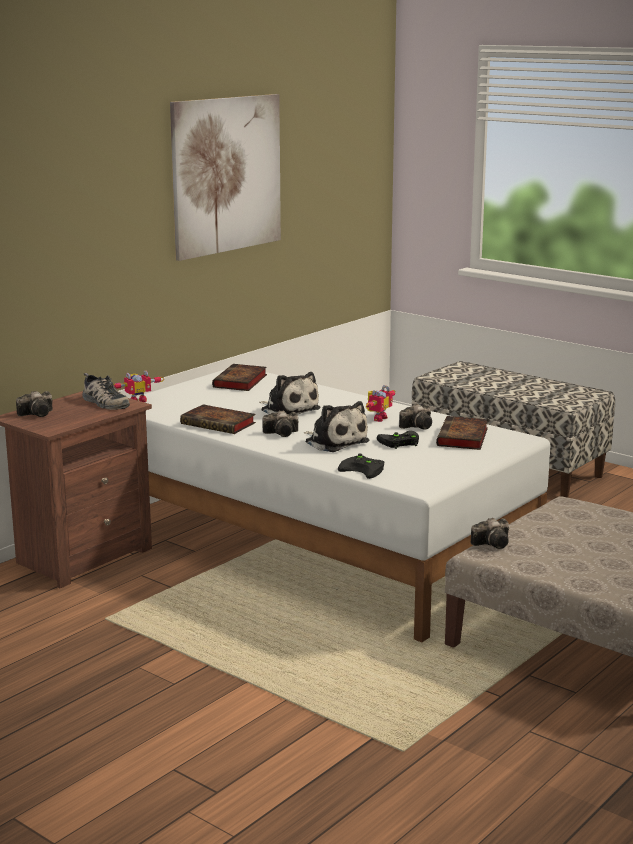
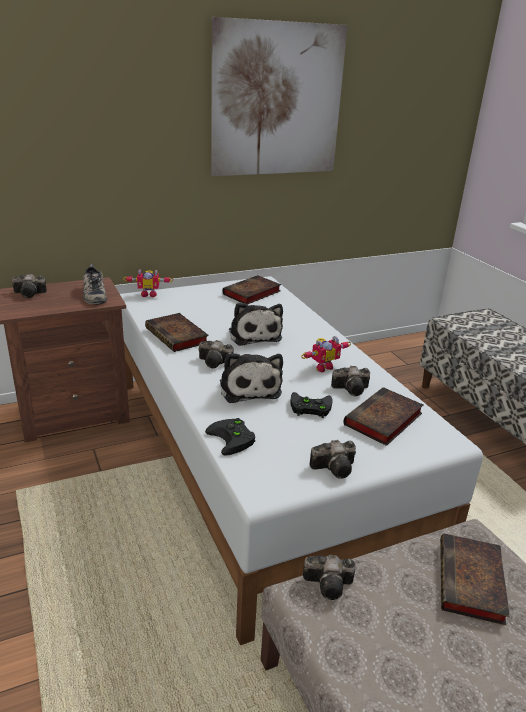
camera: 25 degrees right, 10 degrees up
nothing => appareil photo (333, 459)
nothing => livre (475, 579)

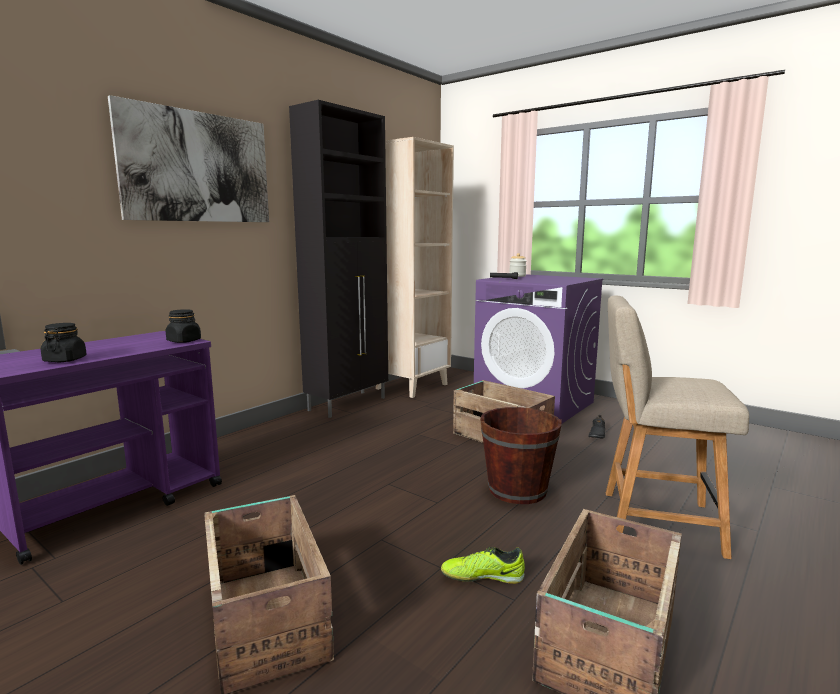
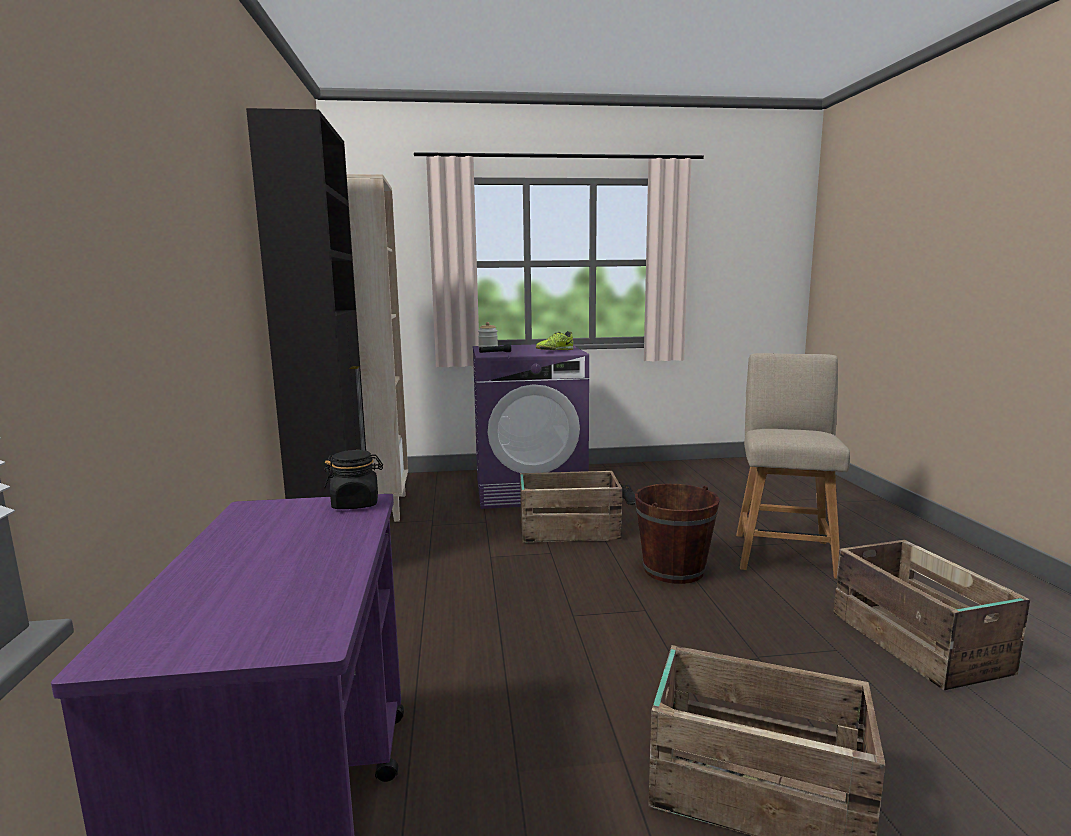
camera: 45 degrees left, 0 degrees up
bocal (noir) (64, 342) => nothing
tableau (188, 158) => nothing
chaussure (483, 565) => chaussure (555, 340), move
chaise (beige) (677, 427) => chaise (beige) (793, 466), 135 degrees clockwise

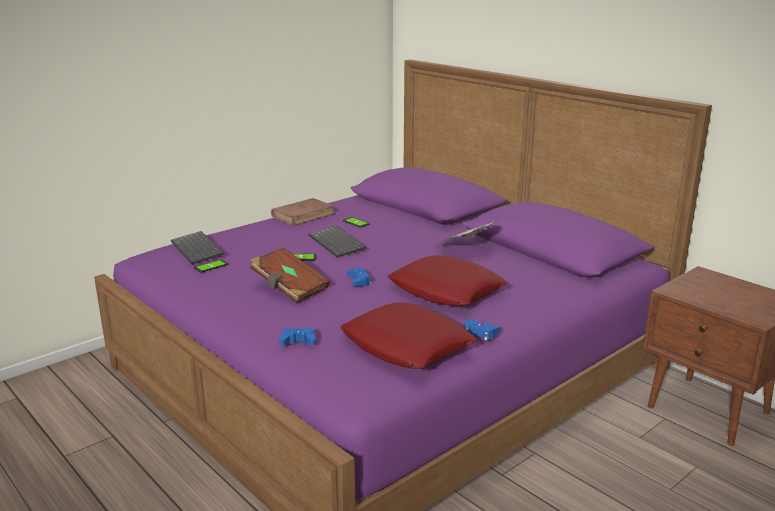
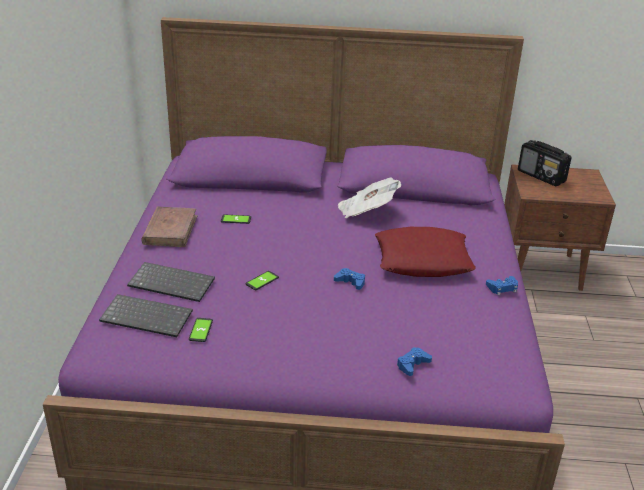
camera: 45 degrees left, 10 degrees up
livre (marron) (290, 275) => nothing
clavier (338, 241) => clavier (171, 282), move
coussin (rouge) (408, 335) => nothing
nothing => radio (545, 163)

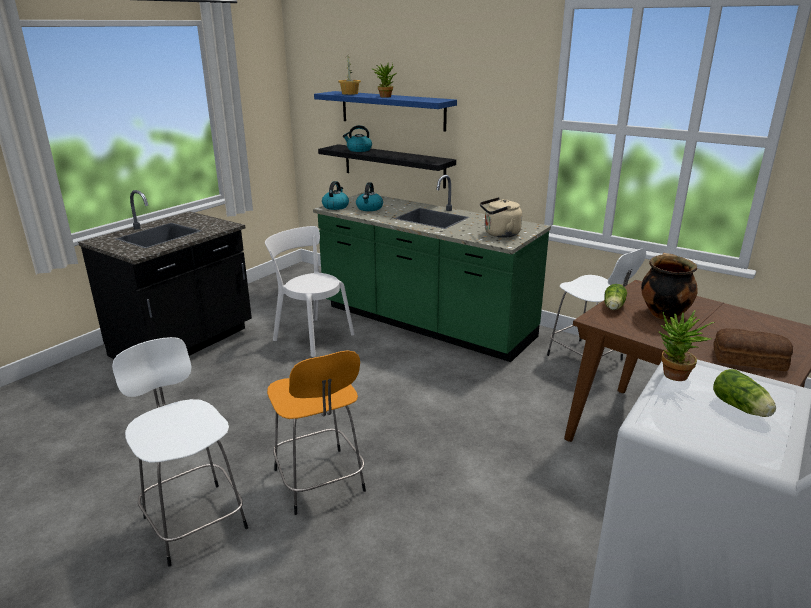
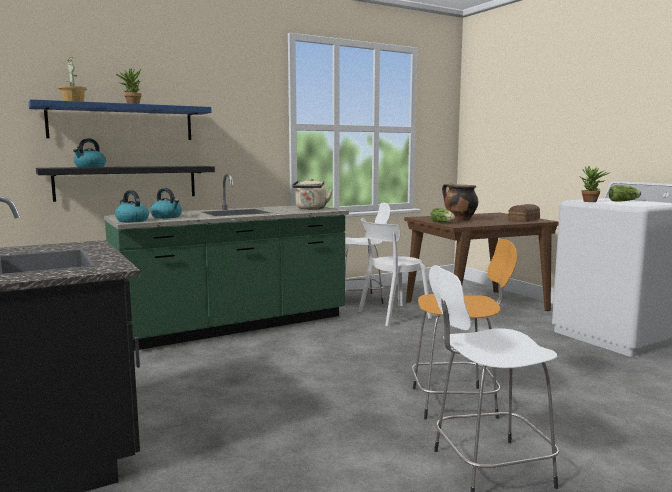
camera: 65 degrees left, 15 degrees down
chaise (blanc) (310, 291) => chaise (blanc) (395, 272), move

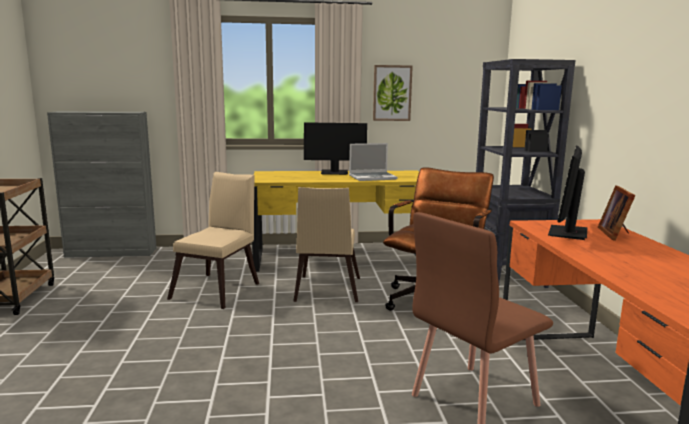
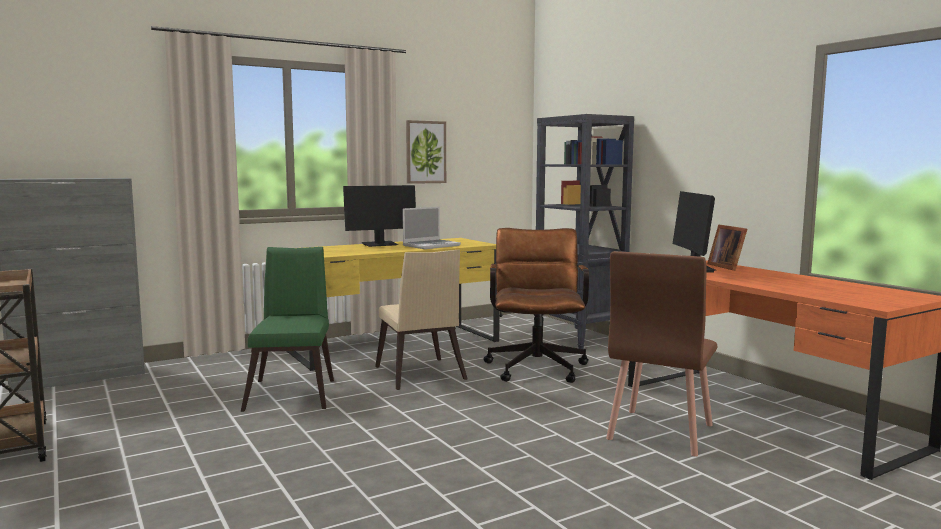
camera: 25 degrees left, 5 degrees down
chaise (beige) (213, 240) => chaise (vert) (287, 329)

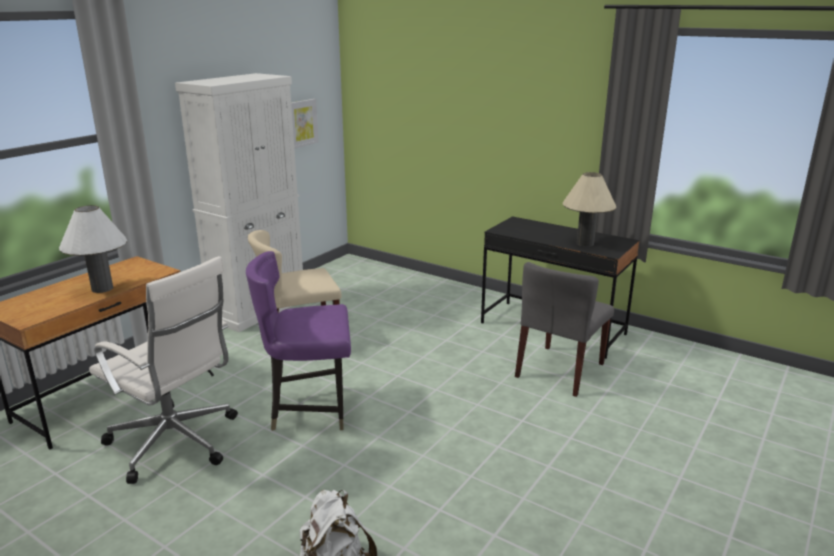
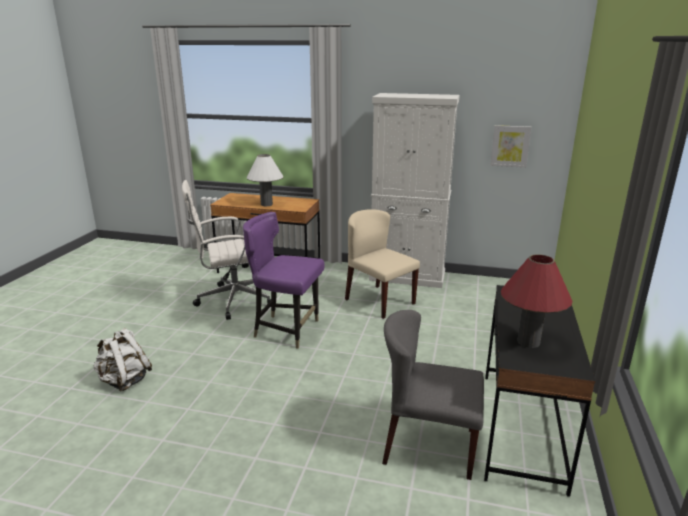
camera: 70 degrees right, 0 degrees up
chaise de bureau (blanc) (163, 370) => chaise de bureau (blanc) (226, 250), 60 degrees clockwise
chaise (violet) (298, 341) => chaise (violet) (284, 280), 45 degrees counterclockwise
lampe de table (beige) (589, 209) => lampe de table (rouge) (536, 301)

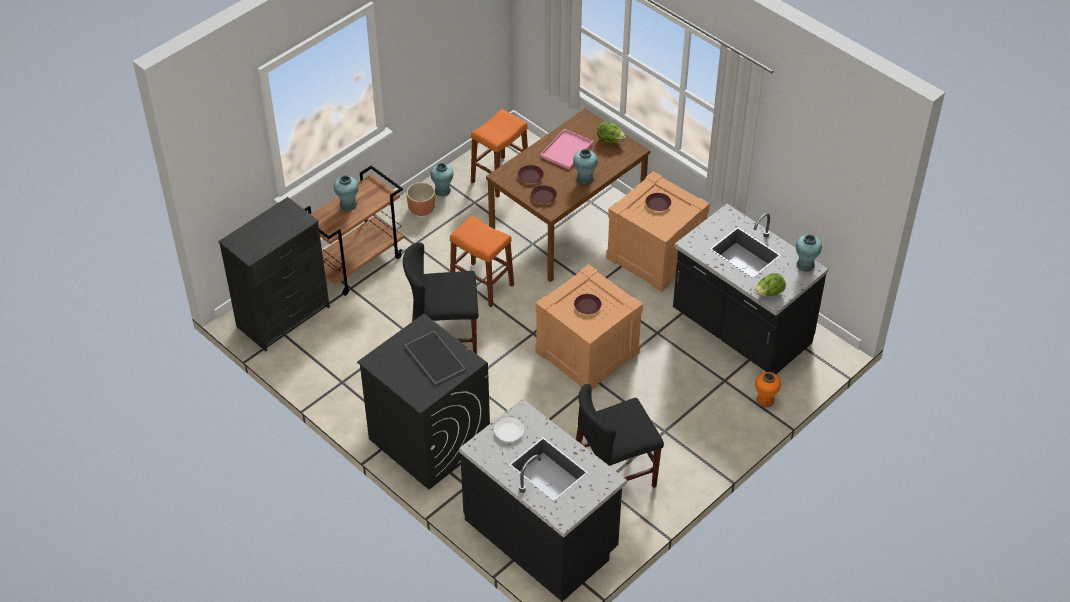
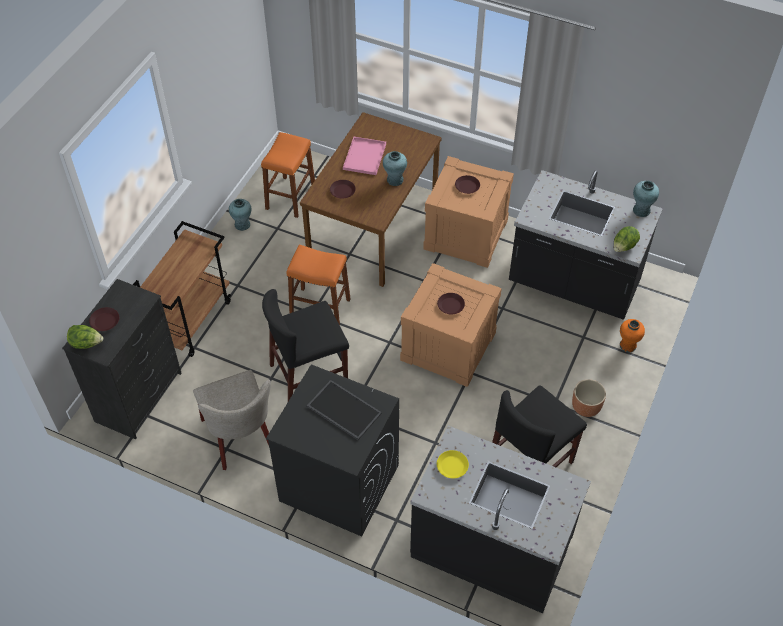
camera: 20 degrees left, 5 degrees up
vase (turquoise) (346, 193) => nothing
cache-pot (marron) (420, 199) => cache-pot (marron) (589, 398), move
assiette (blanc) (509, 429) => assiette (jaune) (453, 464)
assiette (marron) (544, 194) => assiette (marron) (104, 319), move
laitue (611, 132) => laitue (85, 337), move
nothing => chaise (beige) (232, 420)

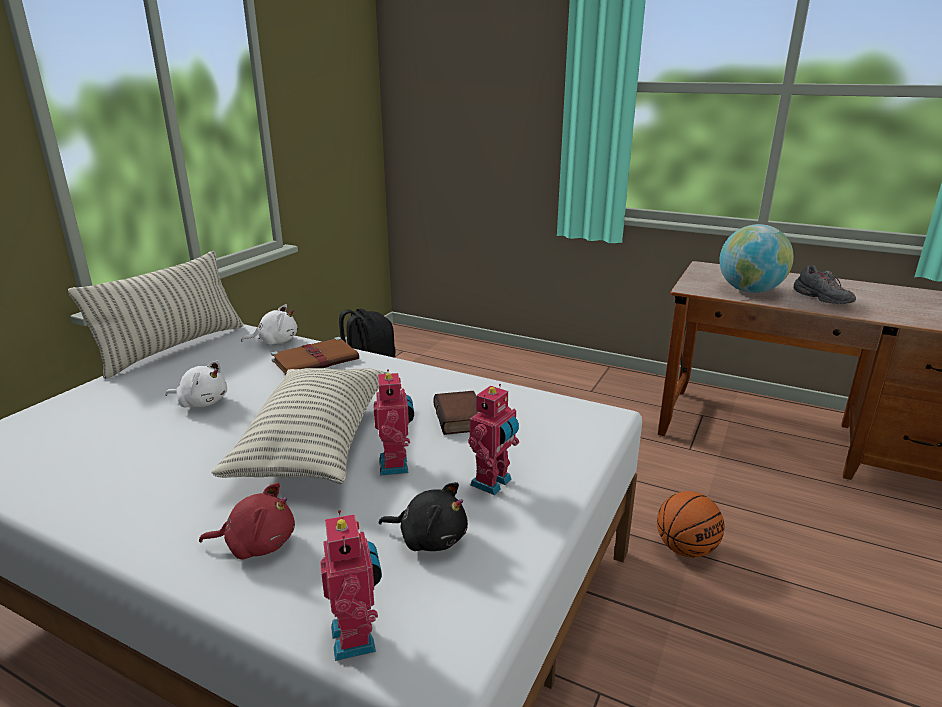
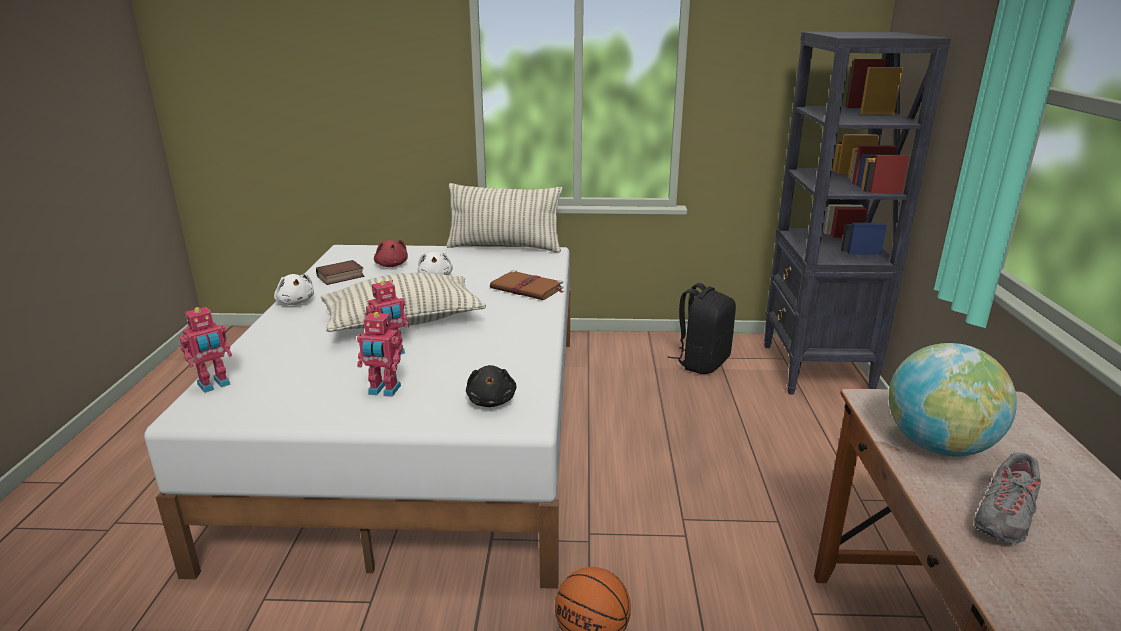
camera: 65 degrees right, 0 degrees up
peluche (rouge) (247, 521) => peluche (rouge) (391, 253), move
peluche (blanc) (269, 324) => peluche (blanc) (294, 289), move
peluche (noir) (423, 516) => peluche (noir) (491, 386), move
livre (455, 413) => livre (340, 272), move
nothing => bibliothèque (noir) (857, 213)

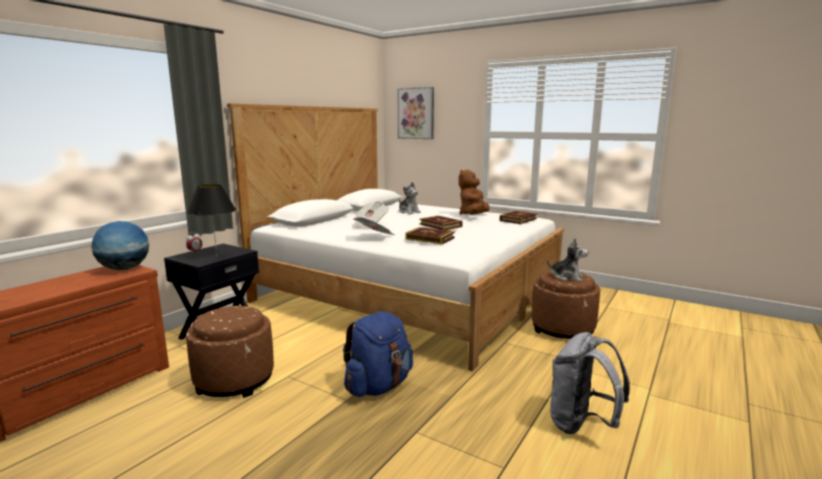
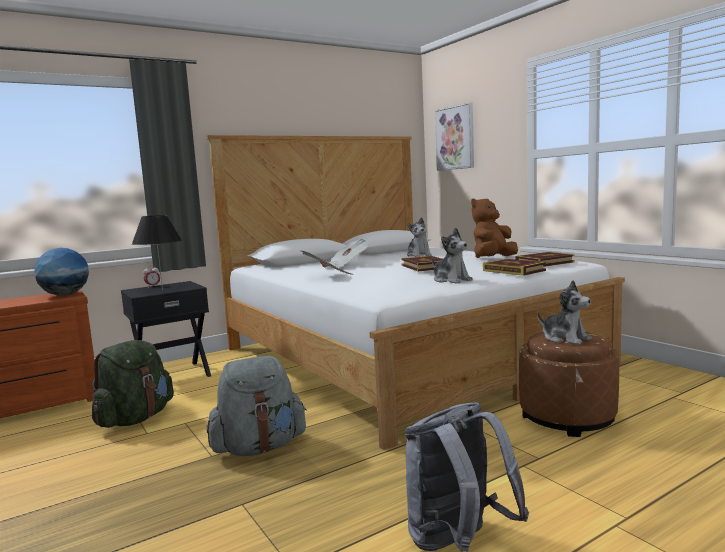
camera: 25 degrees right, 5 degrees down
pouf (marron) (230, 352) => sac à dos (vert) (133, 384)
sac à dos (bleu) (378, 354) => sac à dos (gris) (257, 406)
livre (430, 235) => livre (514, 267), move
nothing => peluche (452, 256)

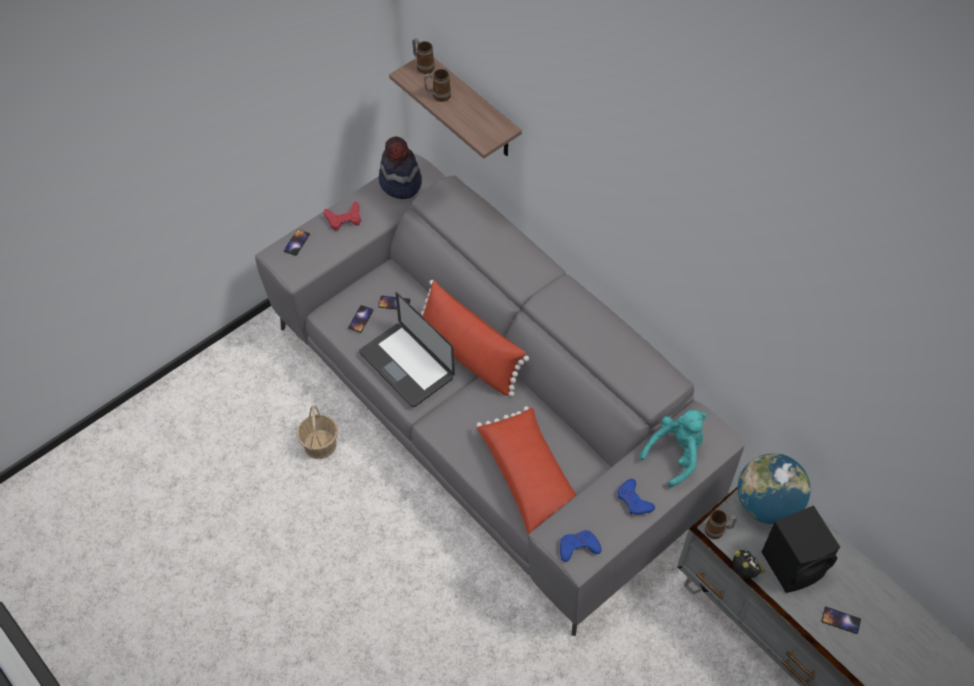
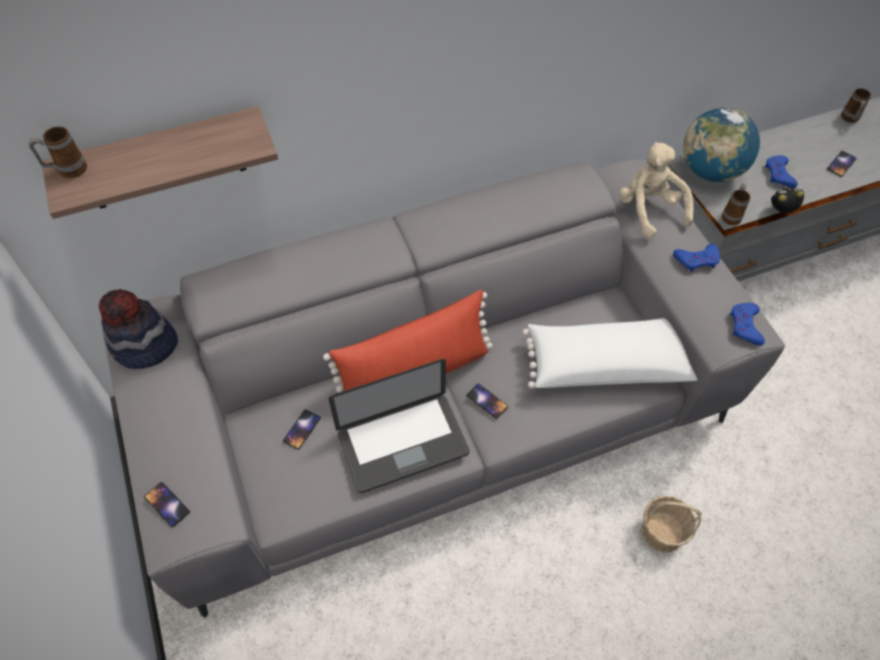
camera: 70 degrees left, 0 degrees up
panier (317, 432) => panier (672, 524), move
manette (rouge) (342, 216) => nothing
téléphone (360, 319) => téléphone (487, 401), move
mug (437, 85) => mug (856, 105), move
coussin (rouge) (526, 470) => coussin (blanc) (610, 353)
peluche (turquoise) (673, 449) => peluche (beige) (656, 190)
enceinte (noir) (801, 549) => manette (bleu) (781, 171)

